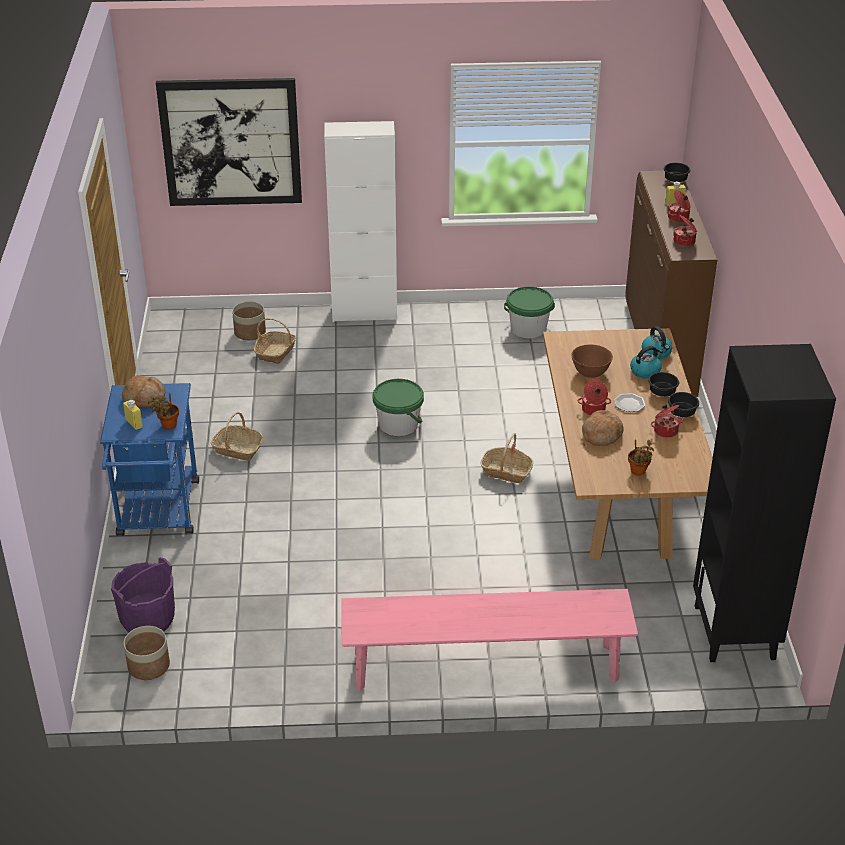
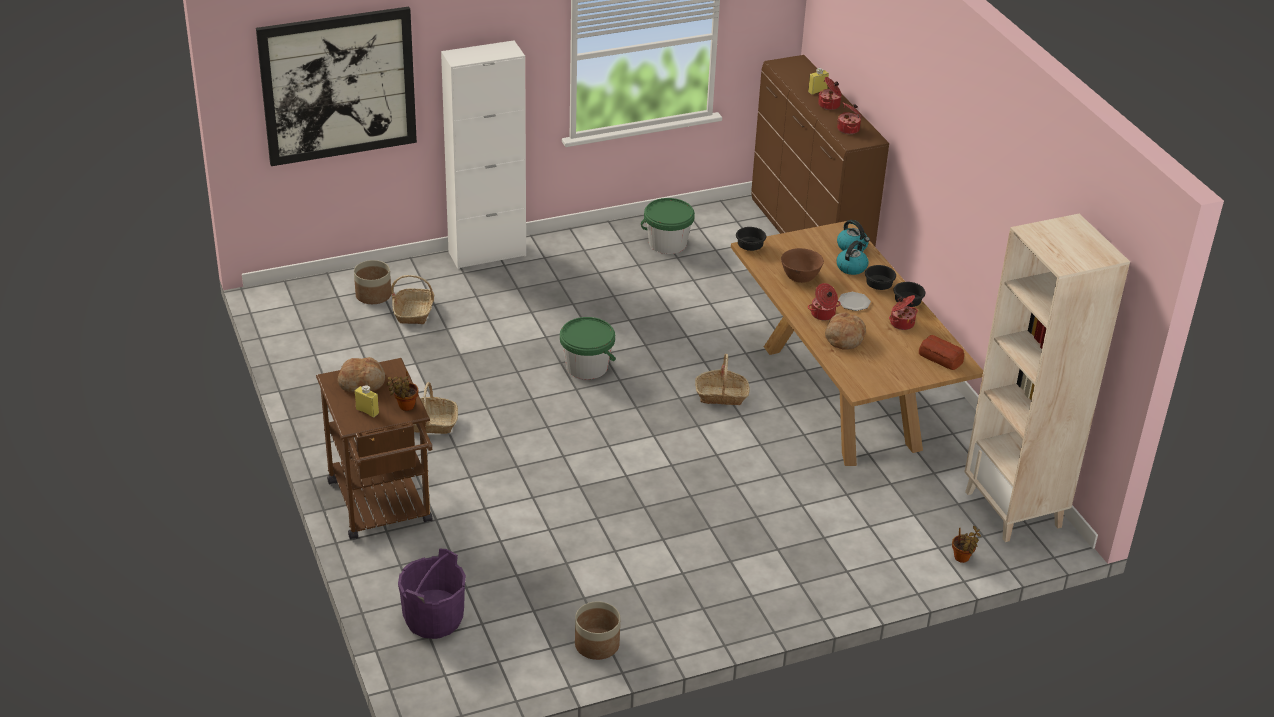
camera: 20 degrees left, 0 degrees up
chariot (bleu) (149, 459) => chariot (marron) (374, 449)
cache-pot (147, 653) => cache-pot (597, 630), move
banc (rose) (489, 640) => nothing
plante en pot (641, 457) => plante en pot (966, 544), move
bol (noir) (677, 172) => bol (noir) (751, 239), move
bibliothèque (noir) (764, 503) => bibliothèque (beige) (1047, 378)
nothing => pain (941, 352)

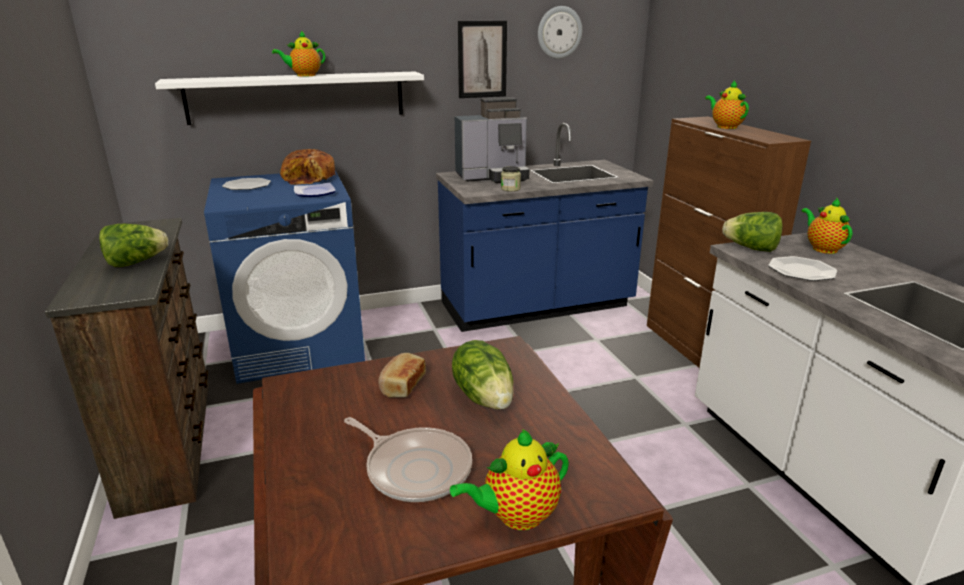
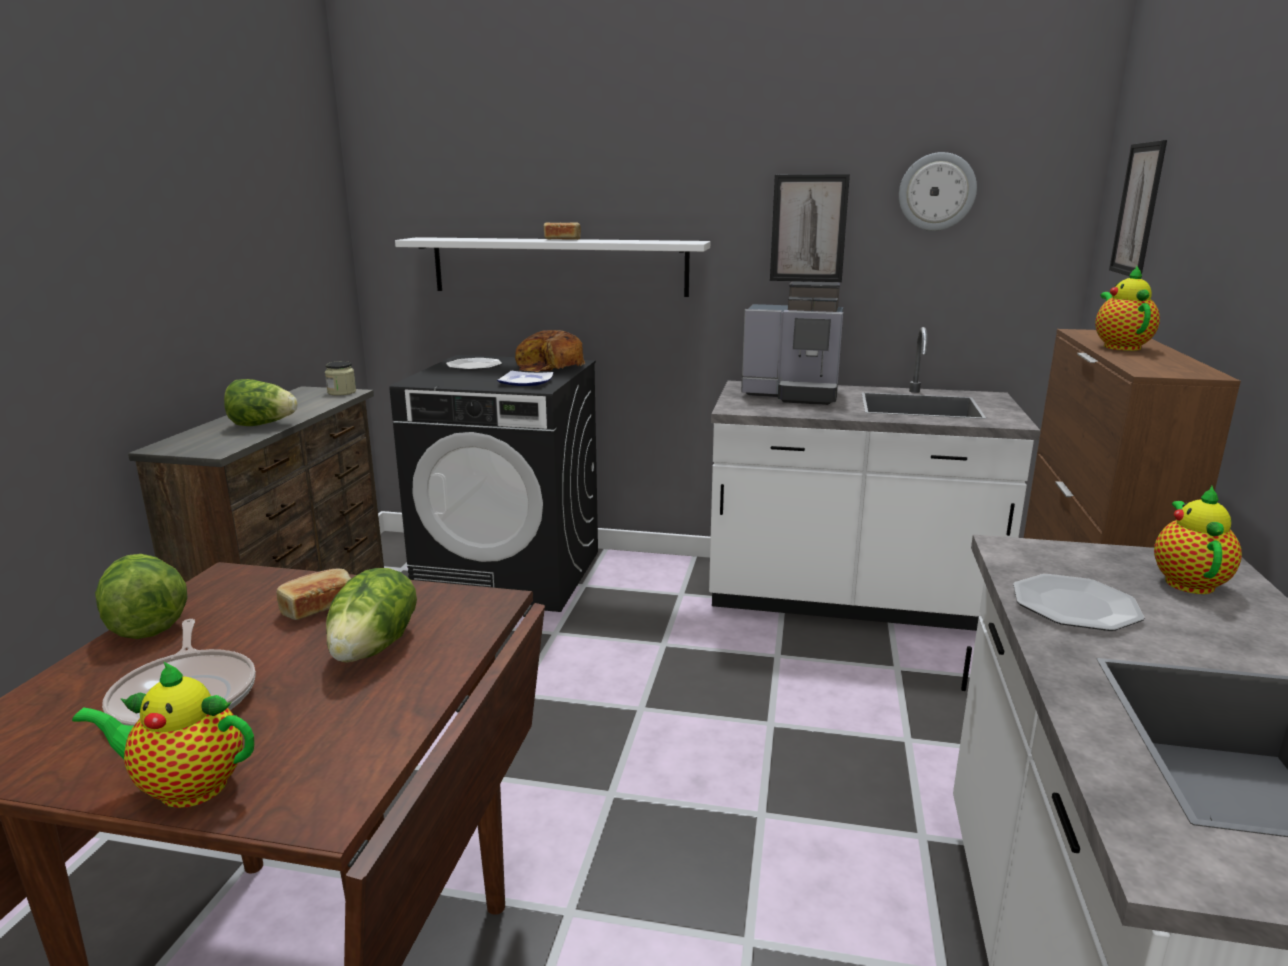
camera: 30 degrees right, 5 degrees down
lave-linge (bleu) (284, 277) => lave-linge (noir) (493, 483)
théière (298, 54) => pain (562, 231)
comptoir de cuisine (bleu) (545, 227) => comptoir de cuisine (blanc) (875, 479)
bocal (511, 178) => bocal (340, 378), move
laitue (752, 232) => laitue (141, 596), move
nothing => tableau (1138, 208)

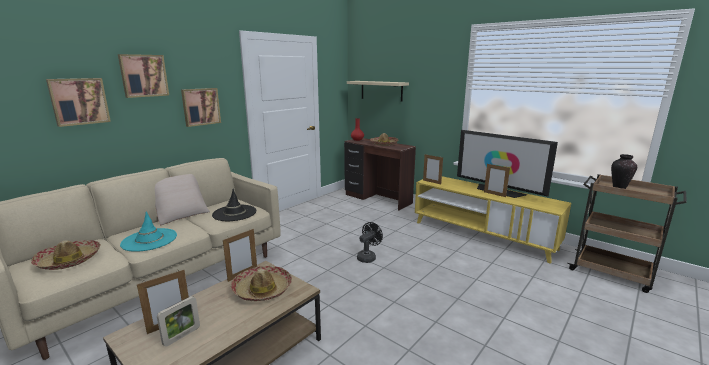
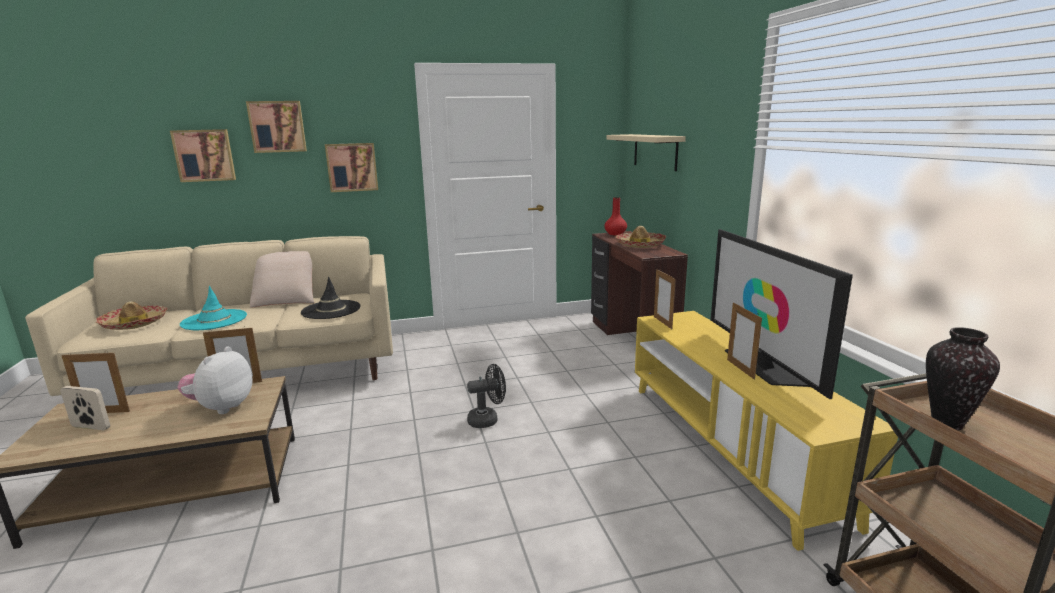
camera: 35 degrees right, 0 degrees up
cadre photo (178, 321) => cadre photo (85, 408), 150 degrees counterclockwise
chapeau (261, 283) => peluche (215, 380)

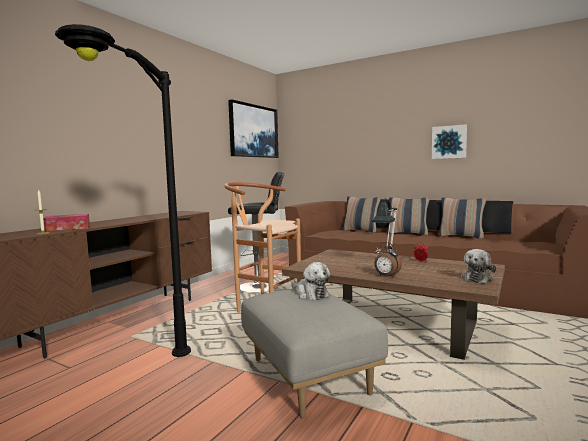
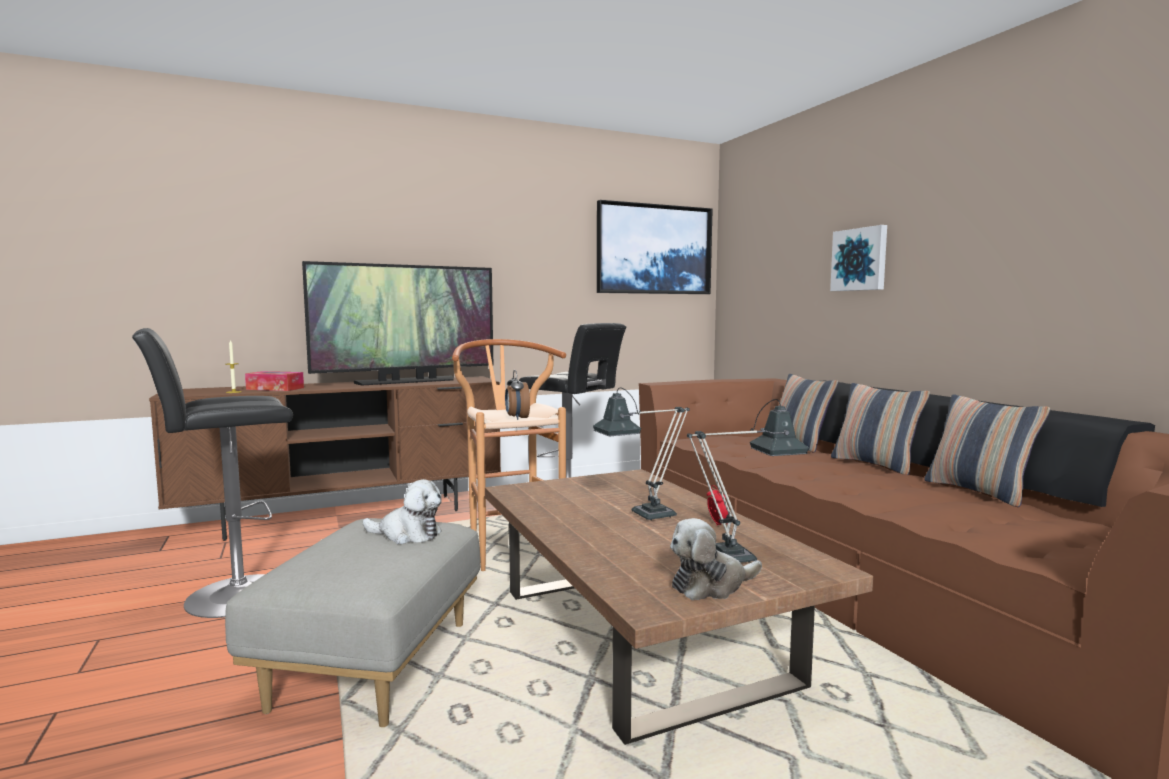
camera: 35 degrees right, 0 degrees up
lampadaire (noir) (123, 190) => tabouret (noir) (212, 473)
peluche (310, 281) => peluche (402, 511), 75 degrees counterclockwise
réveil (388, 259) => réveil (517, 395), move
tableau (449, 141) => tableau (858, 258), move
nothing => téléviseur (397, 323)
nothing => lampe de table (748, 481)

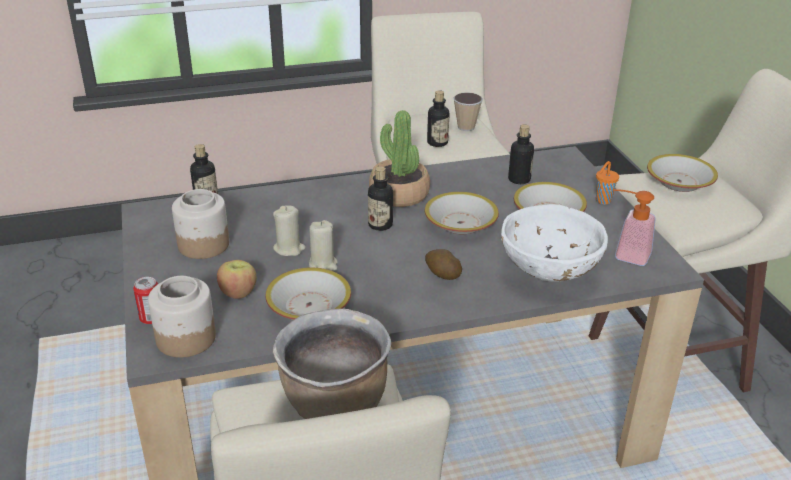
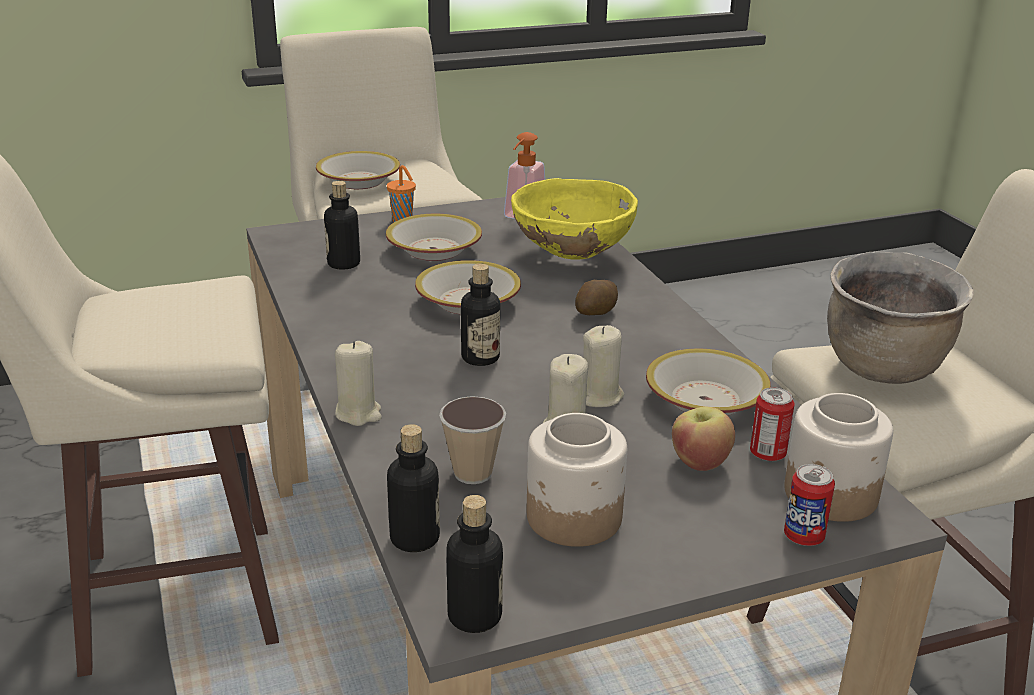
camera: 95 degrees left, 5 degrees down
plante en pot (399, 158) => nothing
bouteille (438, 118) => bouteille (475, 564), move
tasse (468, 111) => tasse (472, 440), move
bol (blanc) (554, 243) => bol (jaune) (574, 219)
nothing => bougie (beige) (358, 383)
nothing => boîte métallique (772, 424)

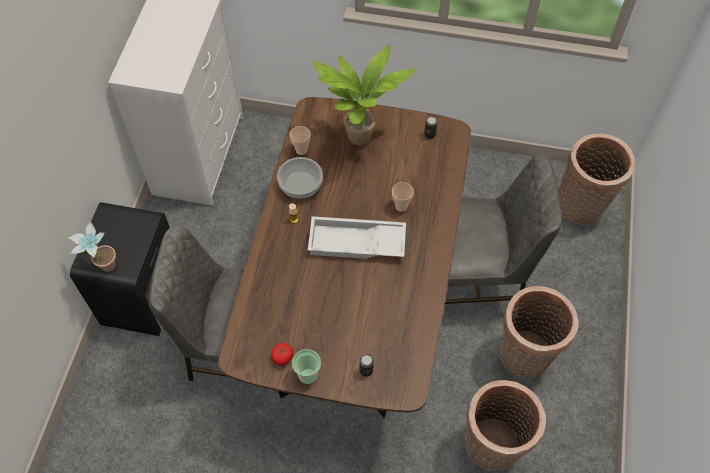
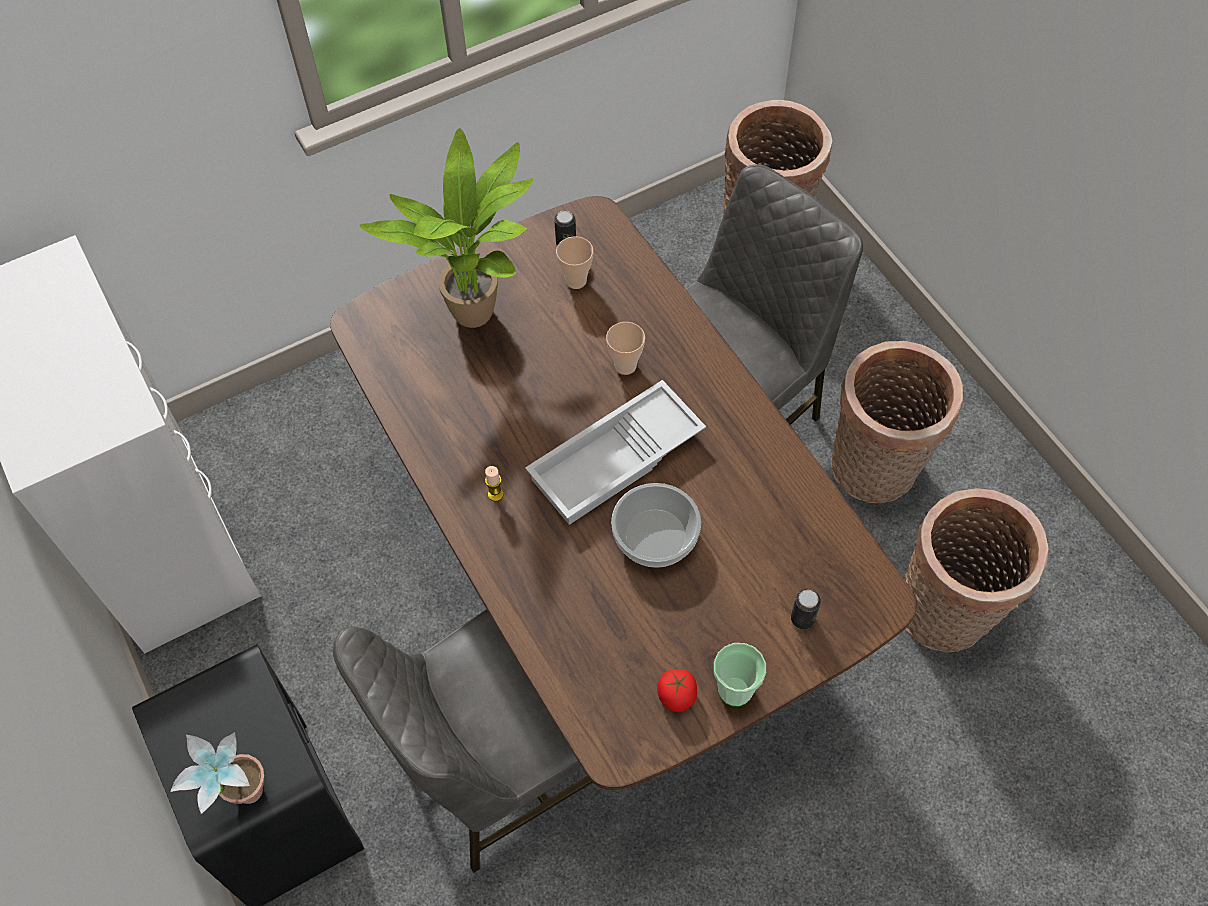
camera: 40 degrees left, 0 degrees up
bol (300, 178) => bol (656, 525), move
tasse (300, 140) => tasse (575, 262), move

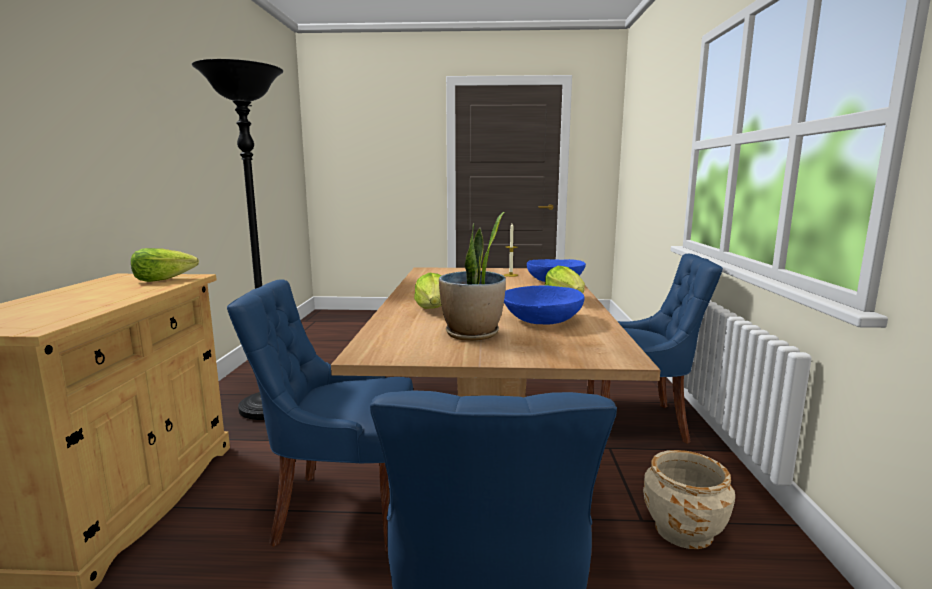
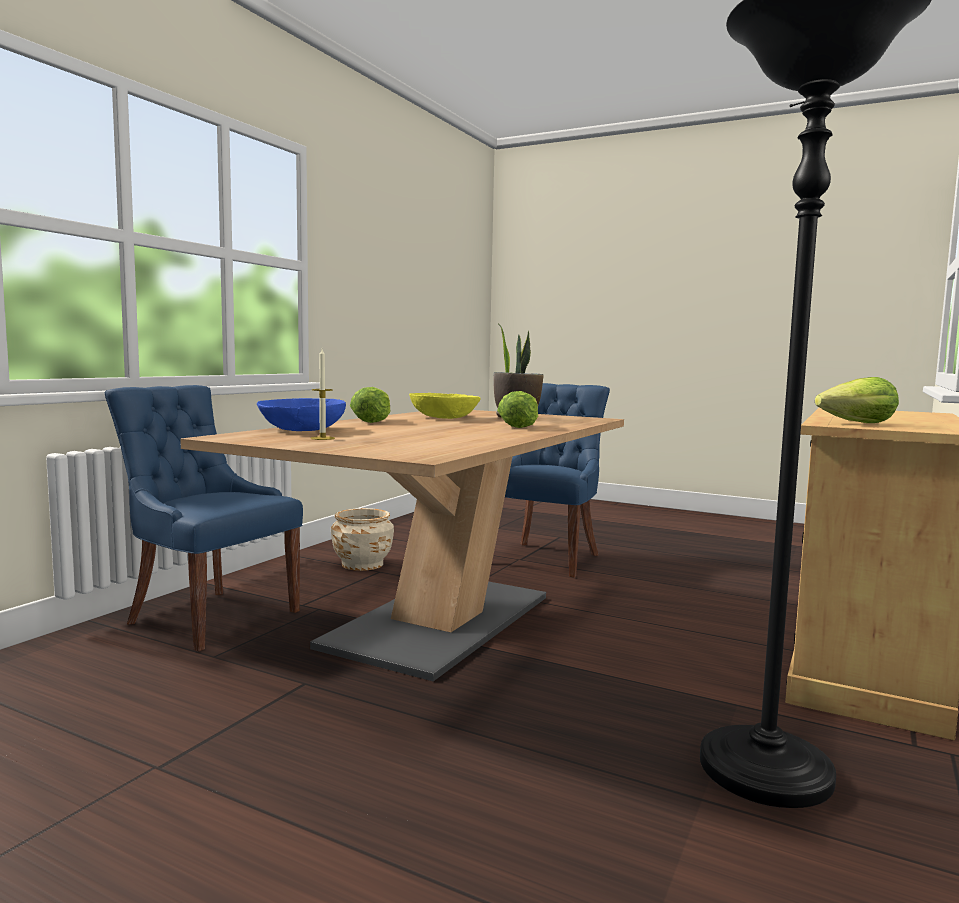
camera: 155 degrees left, 5 degrees down
chaise (bleu) (320, 415) => nothing
bol (bleu) (544, 305) => bol (jaune) (445, 406)

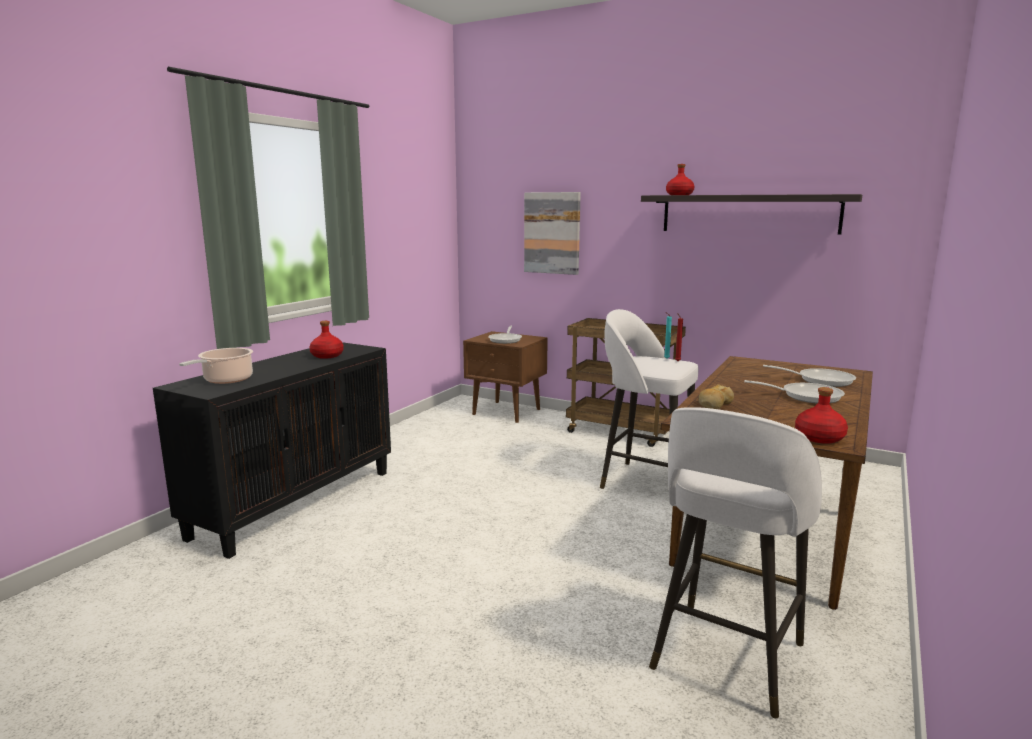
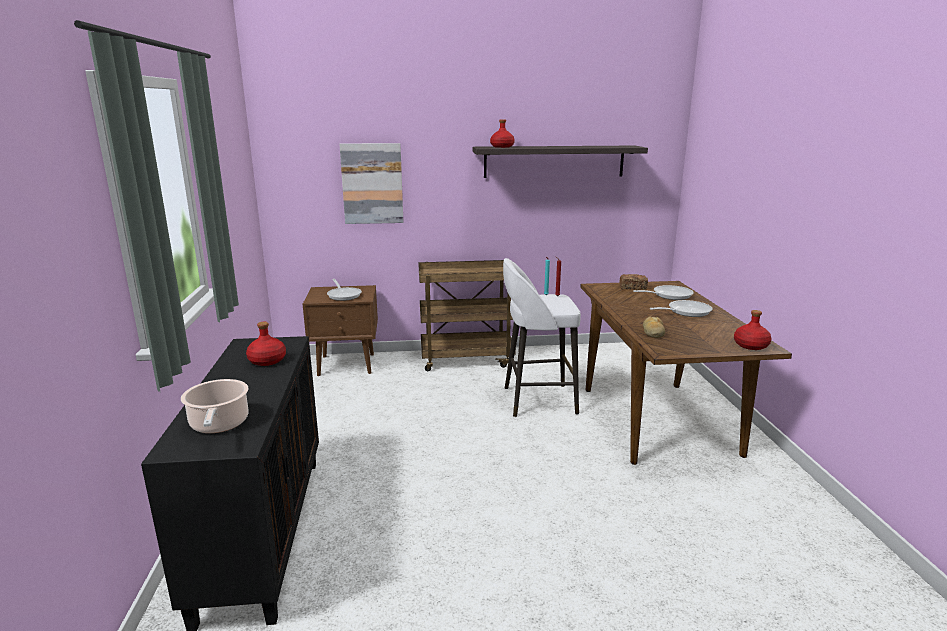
camera: 35 degrees left, 5 degrees up
tabouret (blanc) (735, 563) => nothing
nothing => pain (634, 282)

